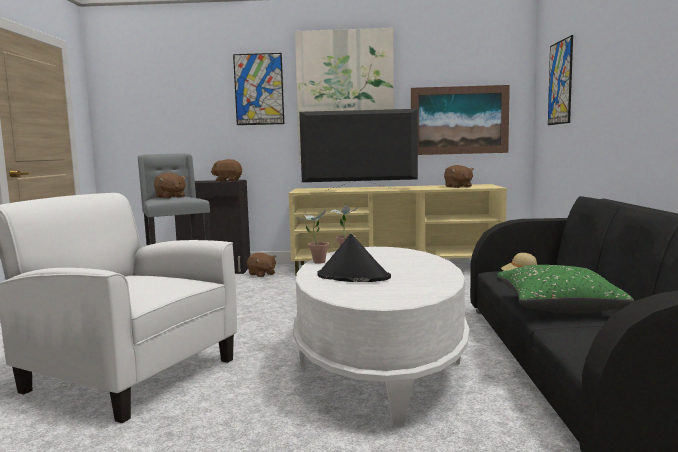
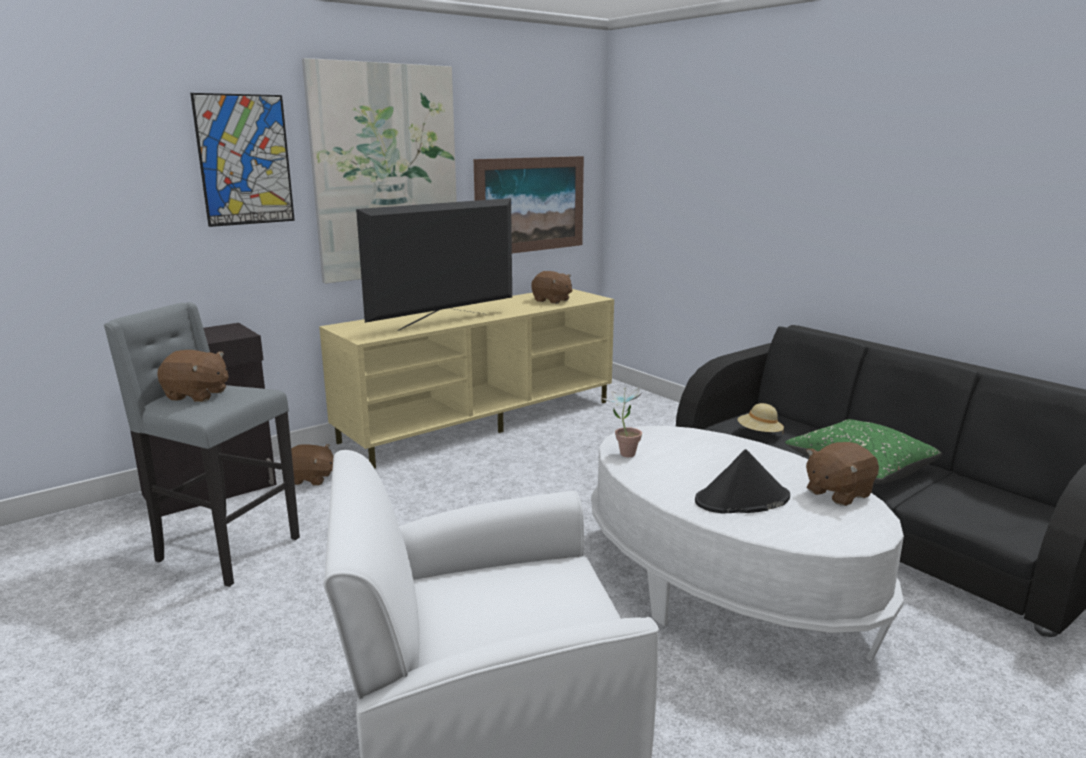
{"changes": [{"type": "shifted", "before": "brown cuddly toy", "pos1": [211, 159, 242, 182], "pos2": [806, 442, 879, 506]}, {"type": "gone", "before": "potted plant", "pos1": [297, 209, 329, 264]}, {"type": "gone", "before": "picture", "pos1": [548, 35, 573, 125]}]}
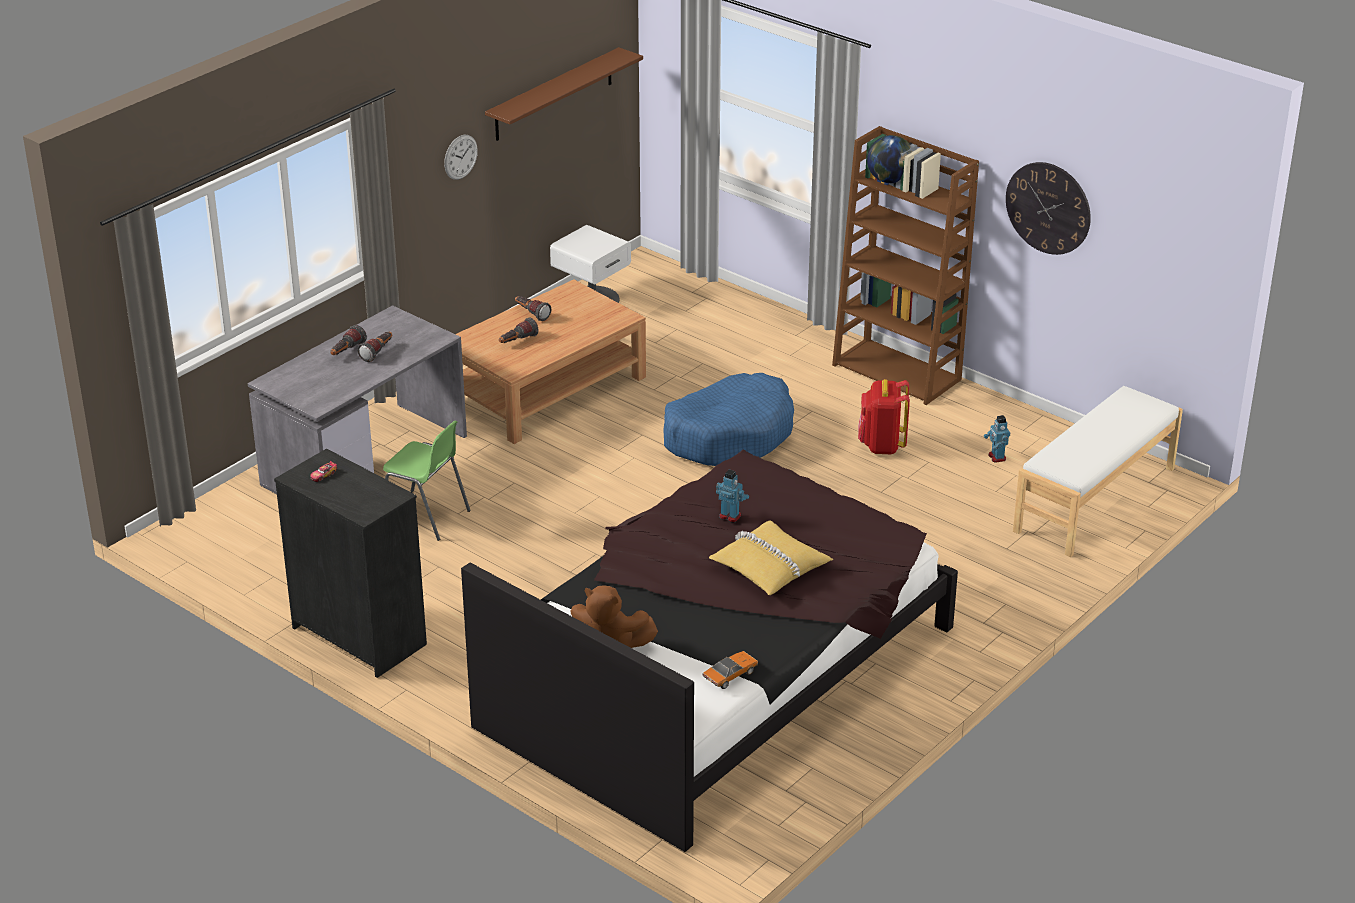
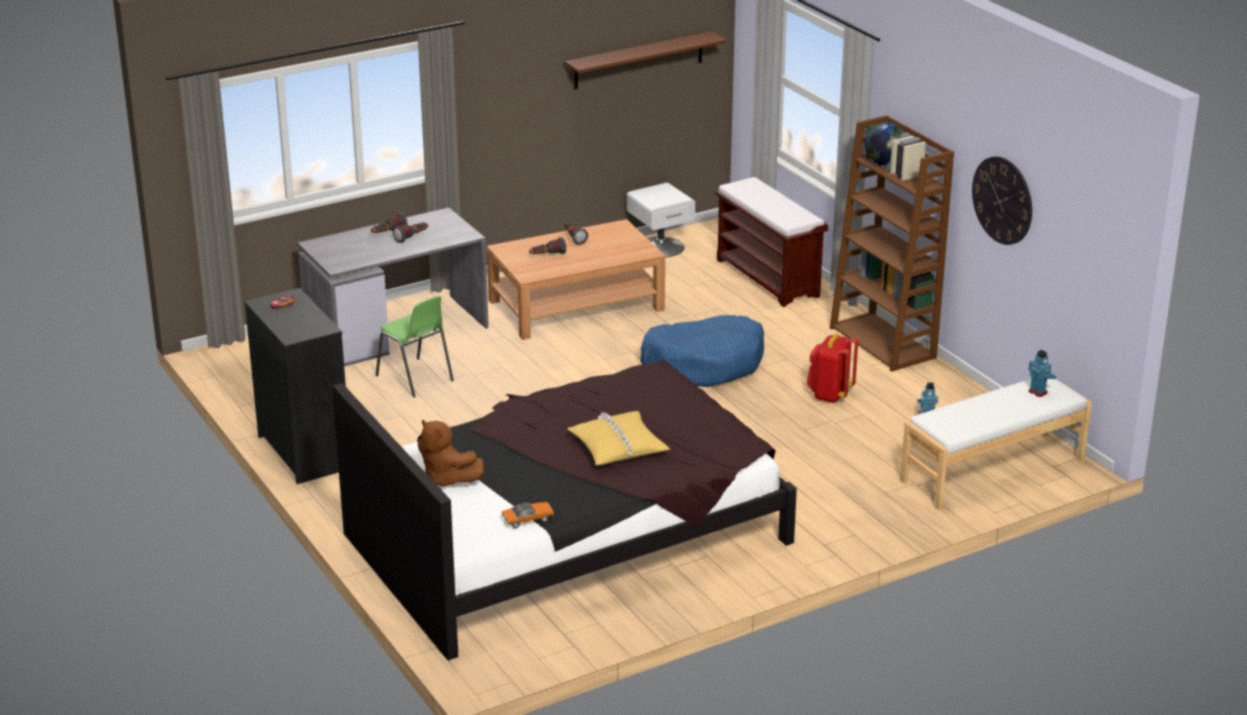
{"changes": [{"type": "gone", "before": "wall clock", "pos1": [444, 135, 478, 180]}, {"type": "shifted", "before": "model robot", "pos1": [716, 469, 749, 522], "pos2": [1028, 350, 1056, 397]}, {"type": "new", "after": "brown indoor bench", "pos2": [715, 177, 828, 307]}]}
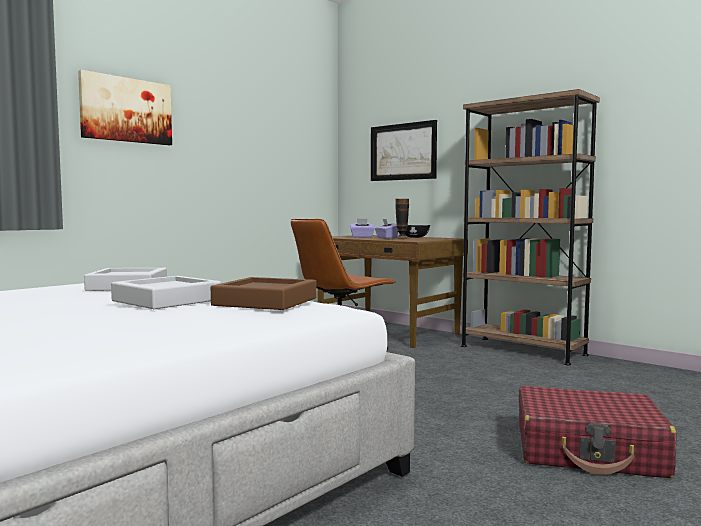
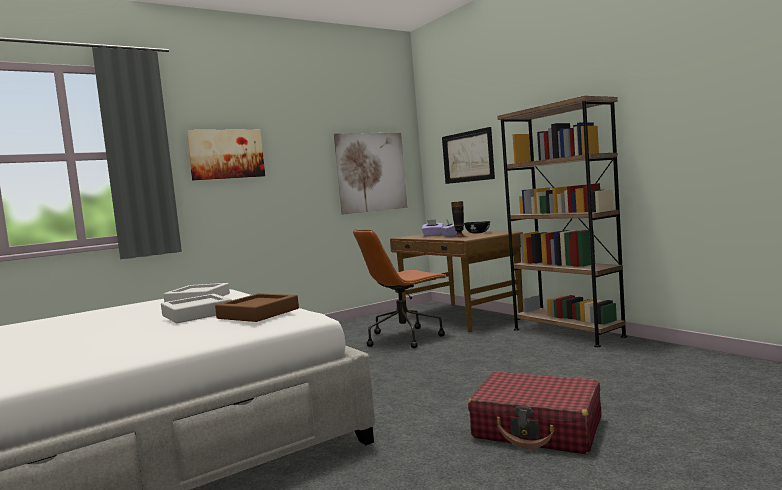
{"changes": [{"type": "new", "after": "picture", "pos2": [334, 133, 407, 215]}]}
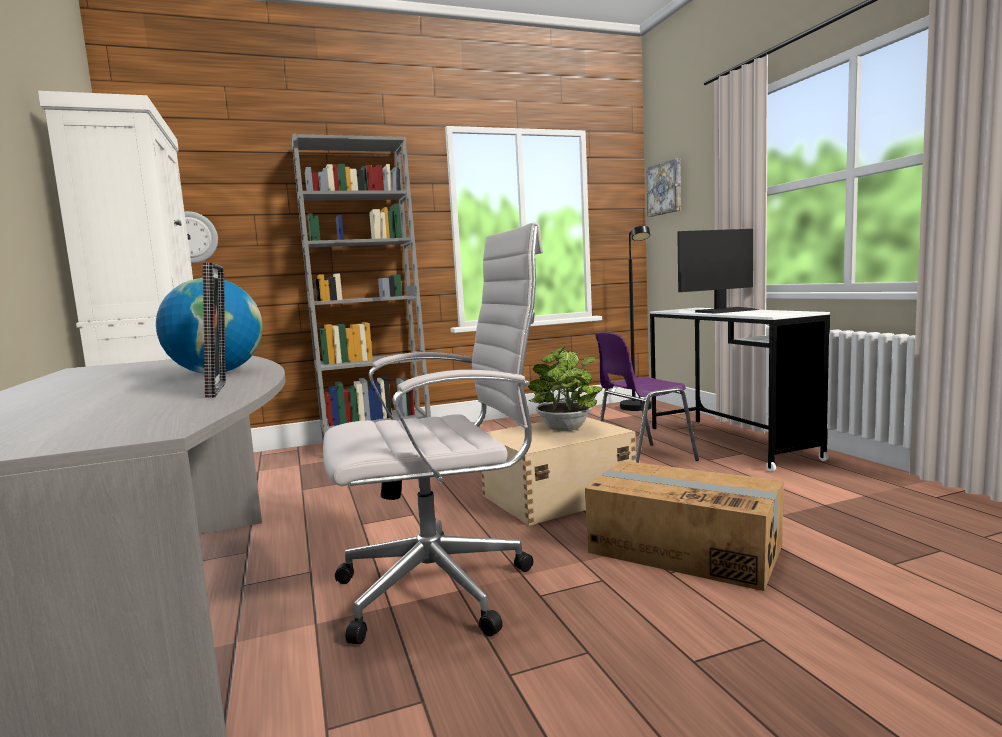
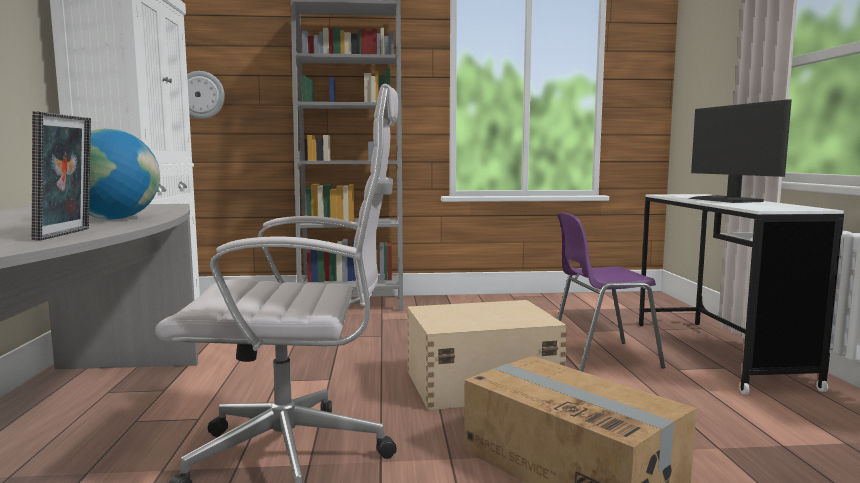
{"changes": [{"type": "gone", "before": "potted plant", "pos1": [528, 346, 603, 431]}, {"type": "gone", "before": "blackish standard lamp", "pos1": [620, 226, 652, 411]}, {"type": "gone", "before": "picture", "pos1": [647, 158, 681, 217]}, {"type": "rotated", "before": "computer display", "pos1": [677, 229, 758, 314], "pos2": [688, 99, 792, 203], "turn": 75}]}
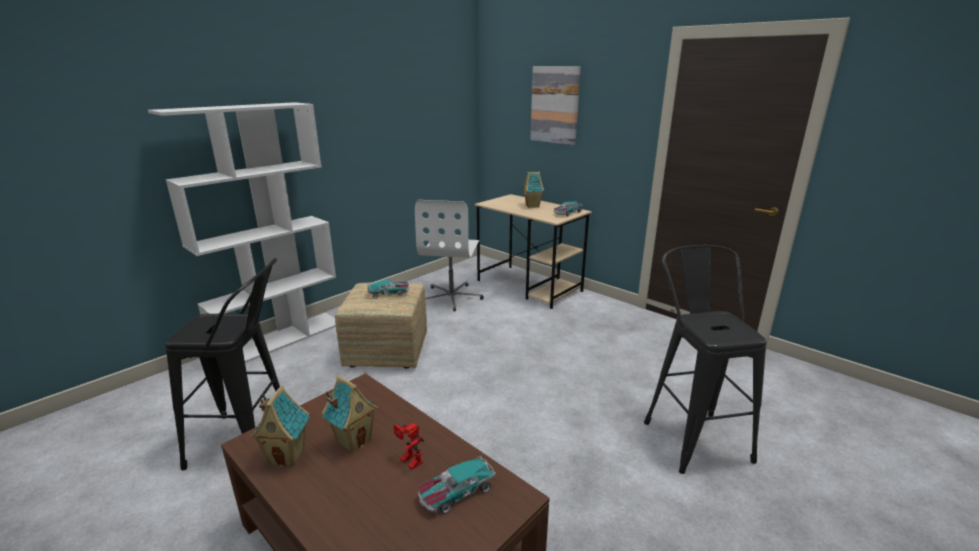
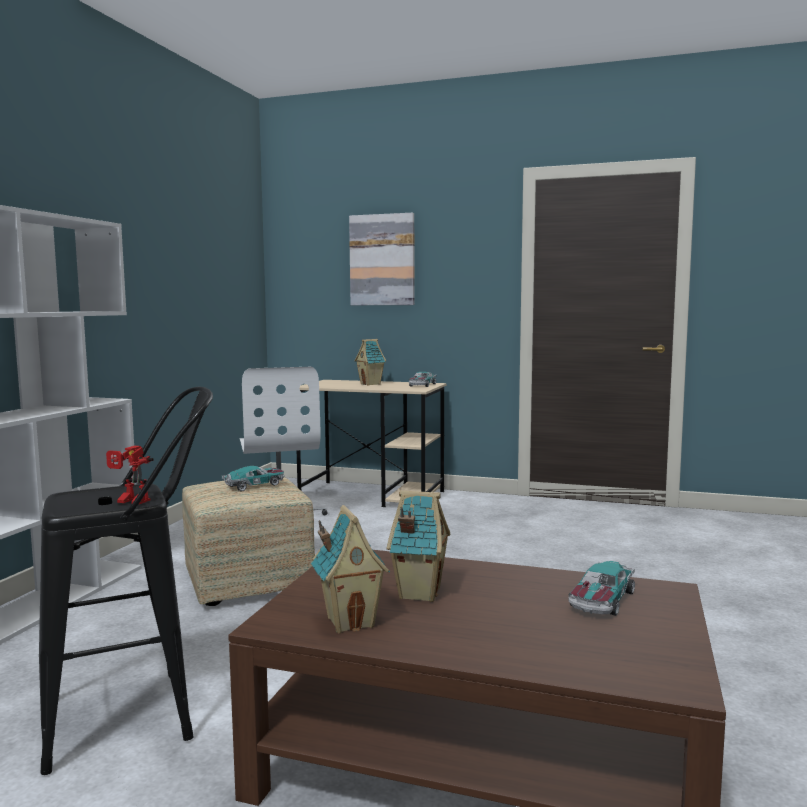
{"changes": [{"type": "shifted", "before": "model robot", "pos1": [394, 423, 424, 470], "pos2": [106, 446, 154, 505]}, {"type": "gone", "before": "blackish sitting stool", "pos1": [644, 245, 767, 474]}]}
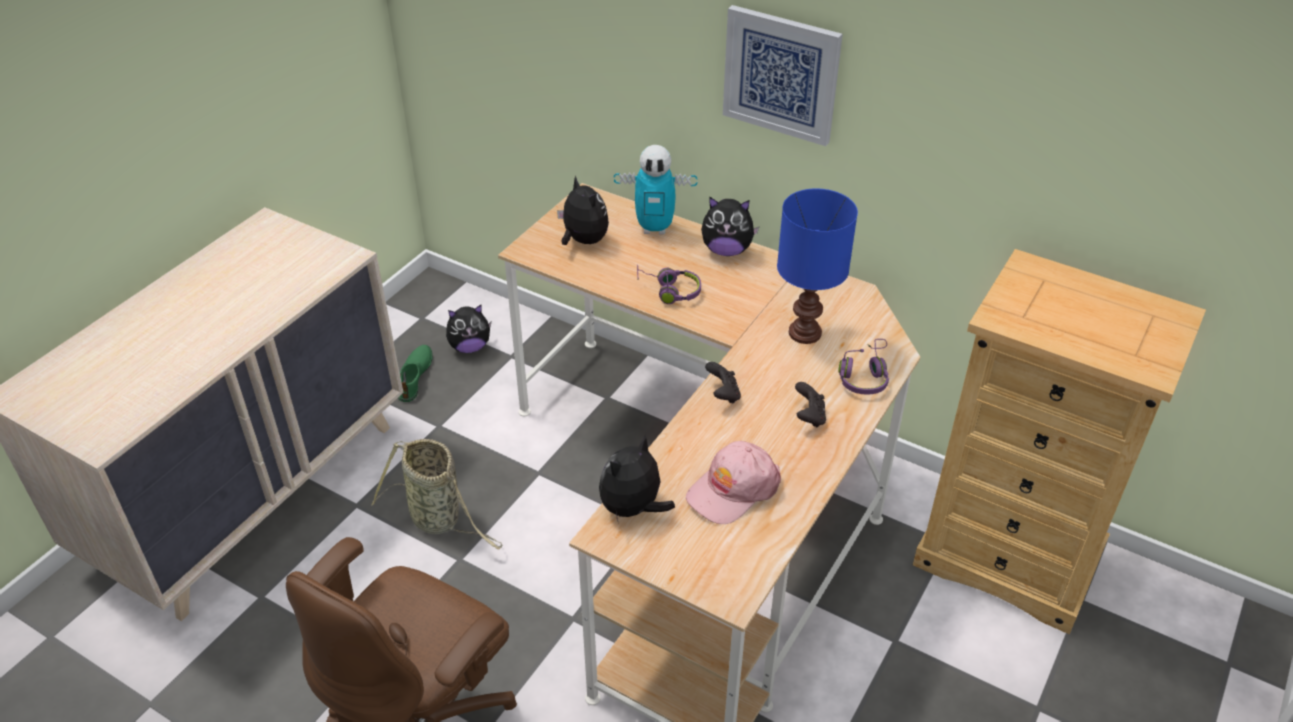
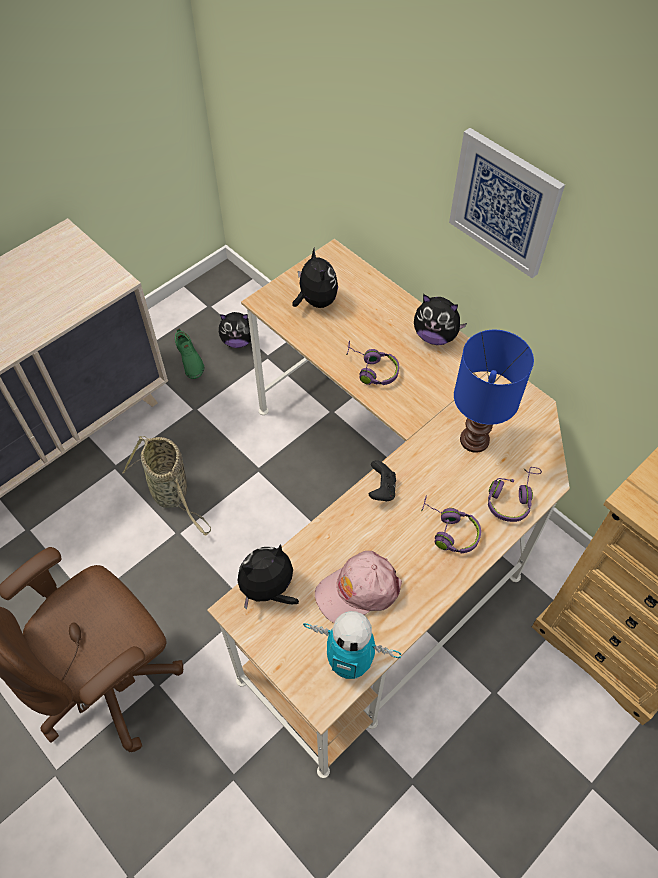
{"changes": [{"type": "rotated", "before": "green-coloured shoe", "pos1": [398, 345, 433, 402], "pos2": [175, 328, 204, 379], "turn": 135}, {"type": "shifted", "before": "model robot", "pos1": [614, 145, 698, 235], "pos2": [303, 611, 401, 679]}, {"type": "swapped", "before": "blackish game controller", "after": "purple headphones", "pos1": [795, 382, 826, 427], "pos2": [421, 495, 481, 554]}]}
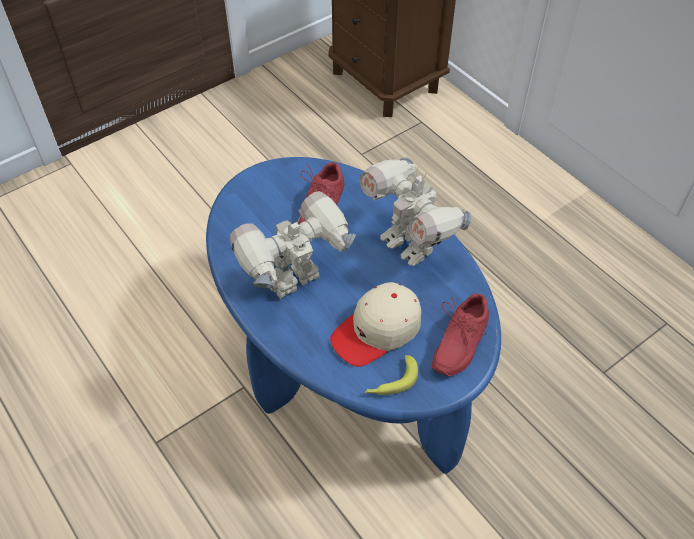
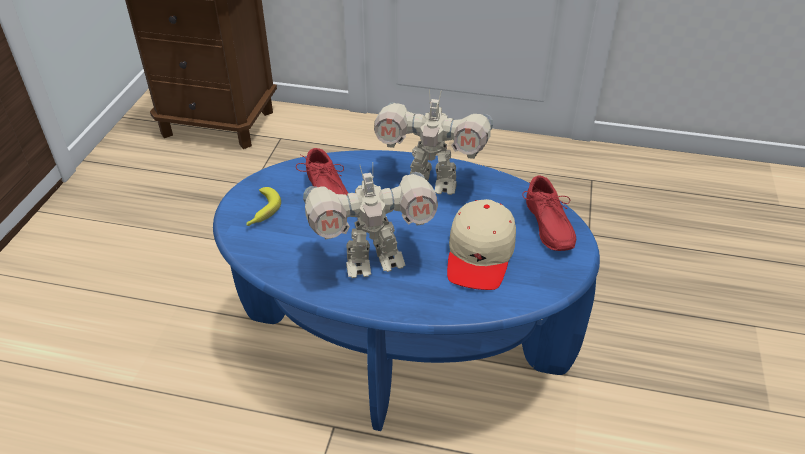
{"changes": [{"type": "rotated", "before": "model robot", "pos1": [230, 191, 356, 299], "pos2": [303, 162, 438, 278], "turn": -120}, {"type": "shifted", "before": "banana fruit", "pos1": [365, 355, 418, 395], "pos2": [246, 187, 281, 226]}]}
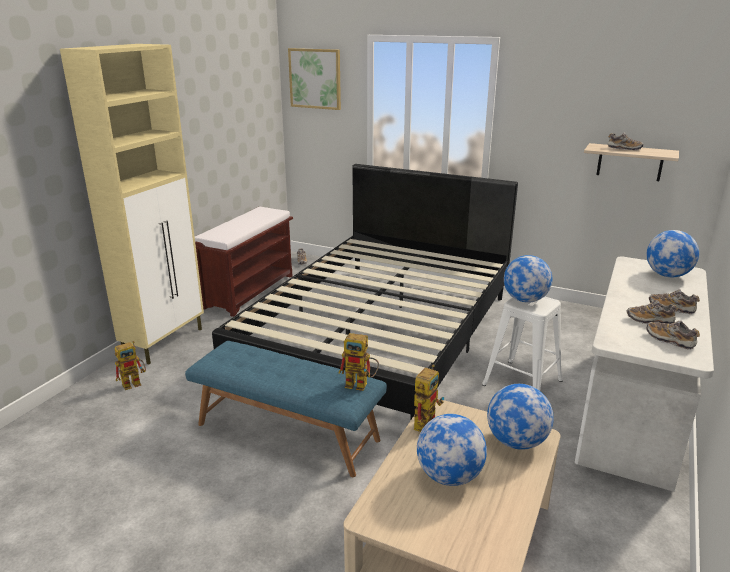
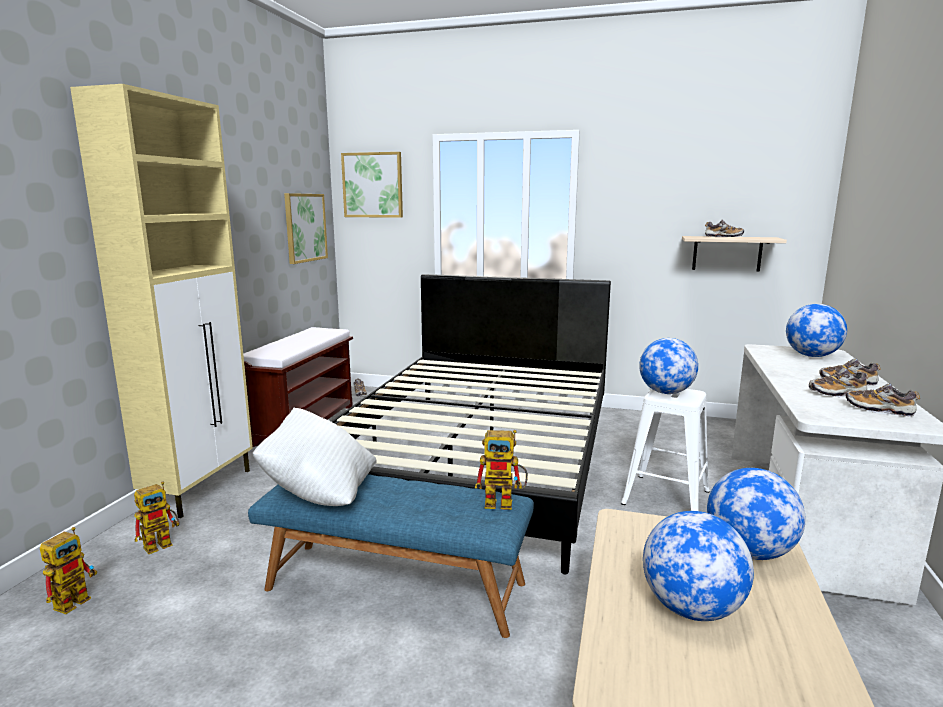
{"changes": [{"type": "shifted", "before": "model robot", "pos1": [414, 365, 444, 432], "pos2": [40, 527, 97, 614]}, {"type": "new", "after": "white pillow", "pos2": [252, 407, 376, 506]}, {"type": "new", "after": "picture", "pos2": [284, 193, 328, 264]}]}
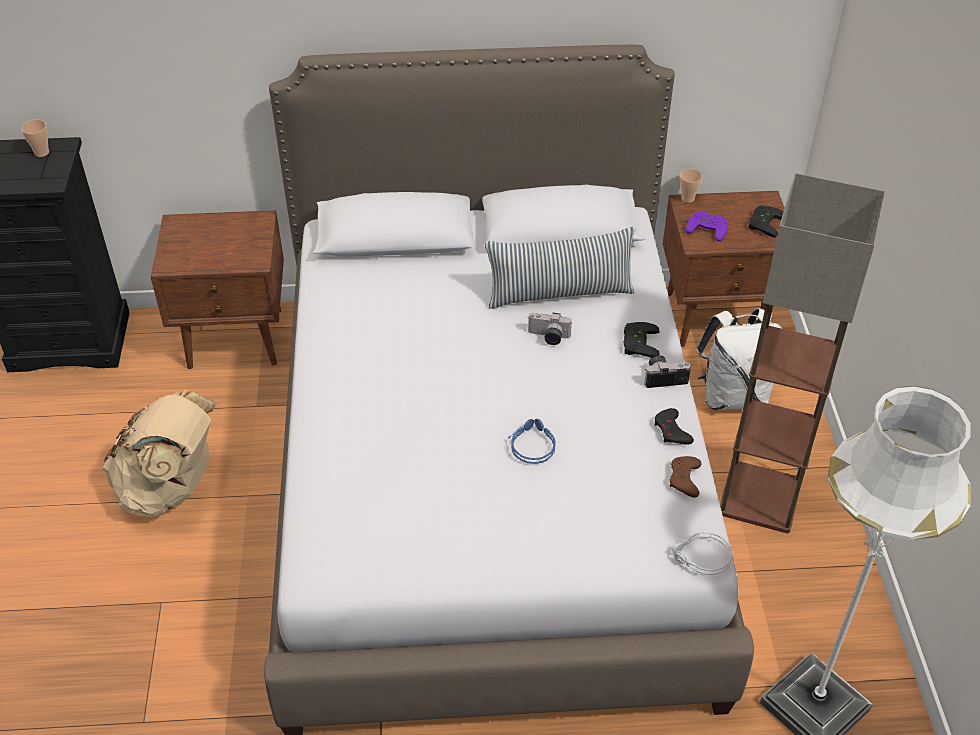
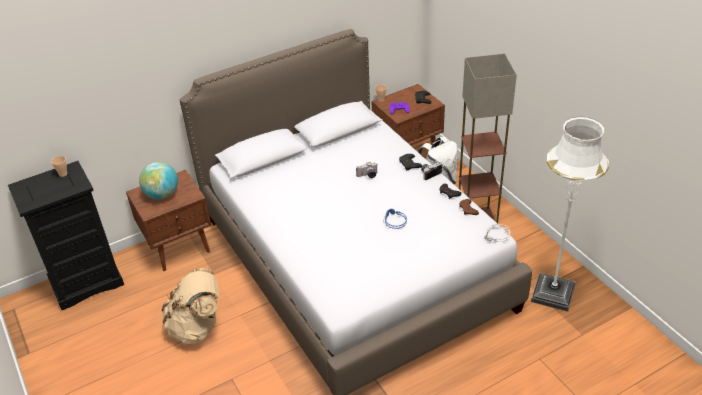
{"changes": [{"type": "gone", "before": "pillow", "pos1": [485, 227, 635, 309]}, {"type": "new", "after": "world globe", "pos2": [139, 162, 178, 199]}]}
